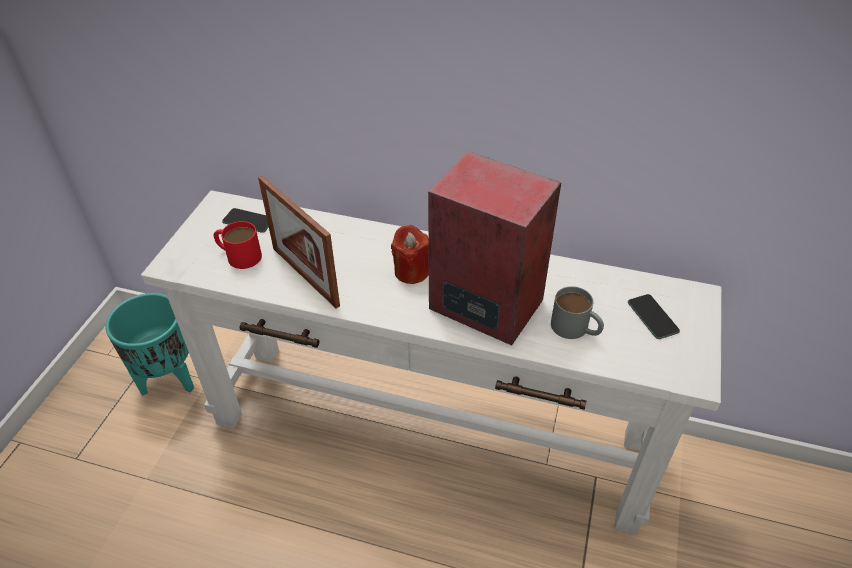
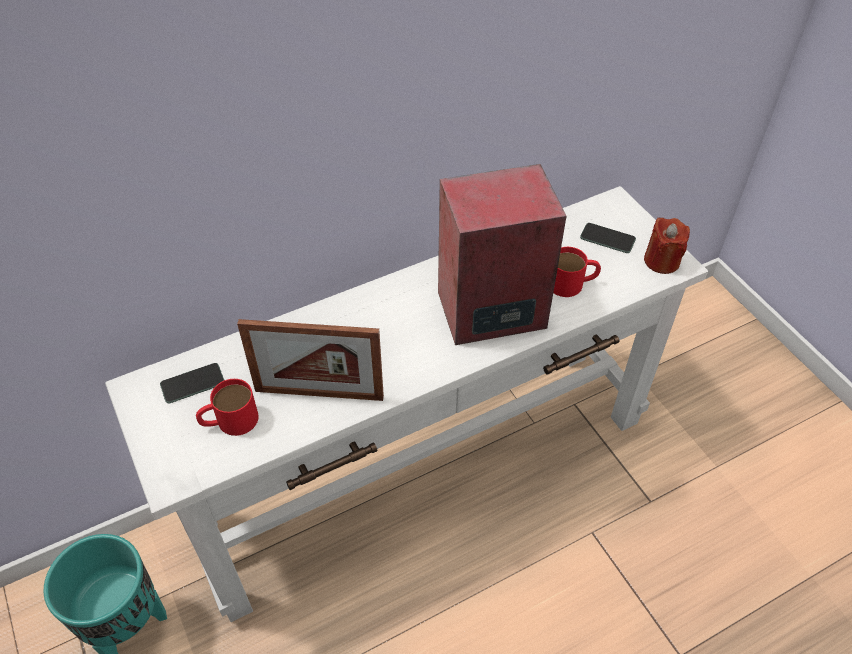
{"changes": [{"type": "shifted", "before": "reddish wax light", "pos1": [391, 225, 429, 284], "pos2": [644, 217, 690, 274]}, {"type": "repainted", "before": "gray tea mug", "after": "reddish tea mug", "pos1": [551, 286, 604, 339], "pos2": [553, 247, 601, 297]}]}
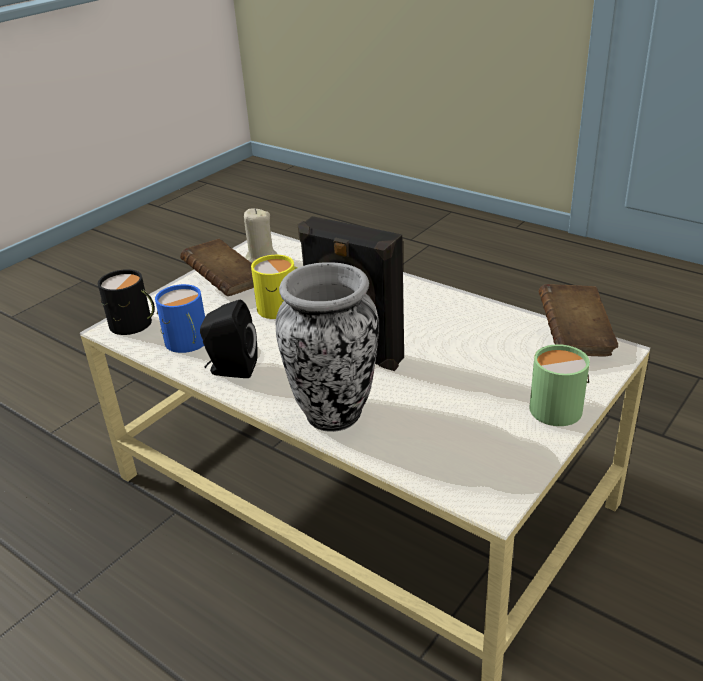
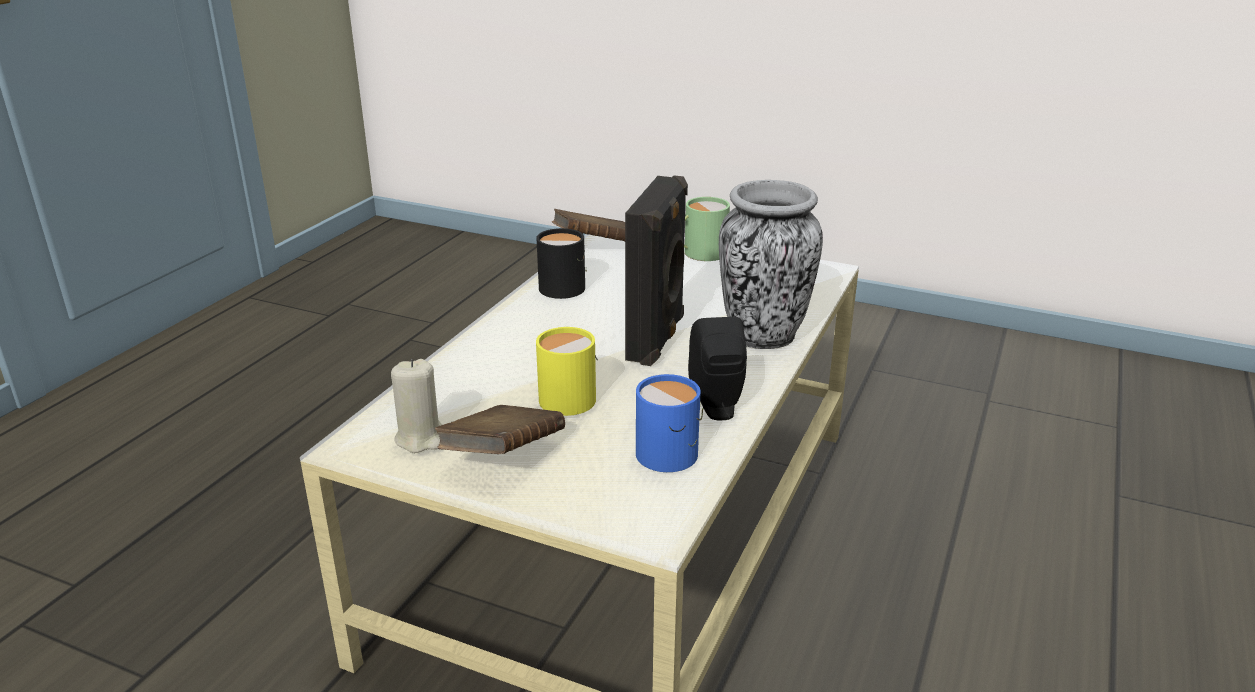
{"changes": [{"type": "shifted", "before": "blackish tea mug", "pos1": [98, 269, 155, 335], "pos2": [536, 228, 587, 299]}]}
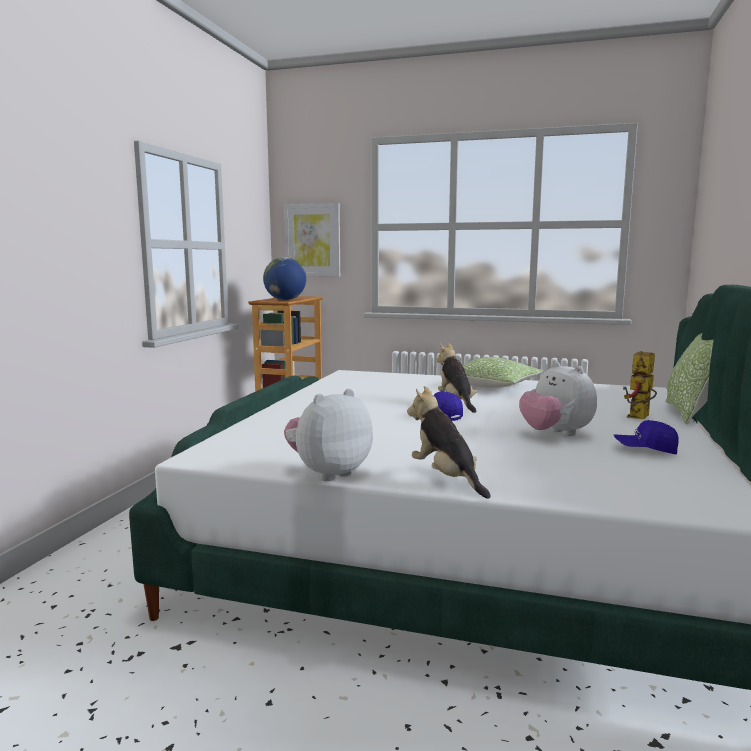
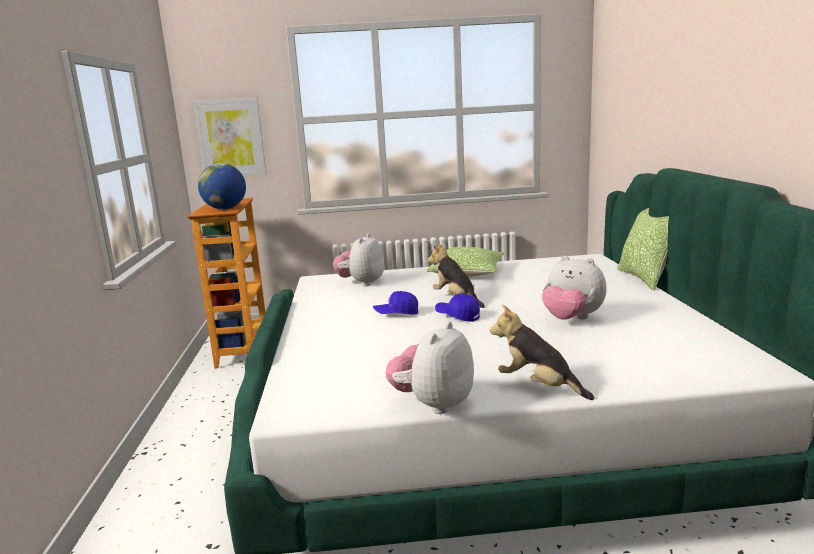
{"changes": [{"type": "shifted", "before": "blue-coloured baseball cap", "pos1": [614, 420, 679, 454], "pos2": [373, 291, 418, 314]}, {"type": "gone", "before": "model robot", "pos1": [623, 351, 657, 419]}, {"type": "new", "after": "cuddly toy", "pos2": [333, 233, 384, 286]}]}
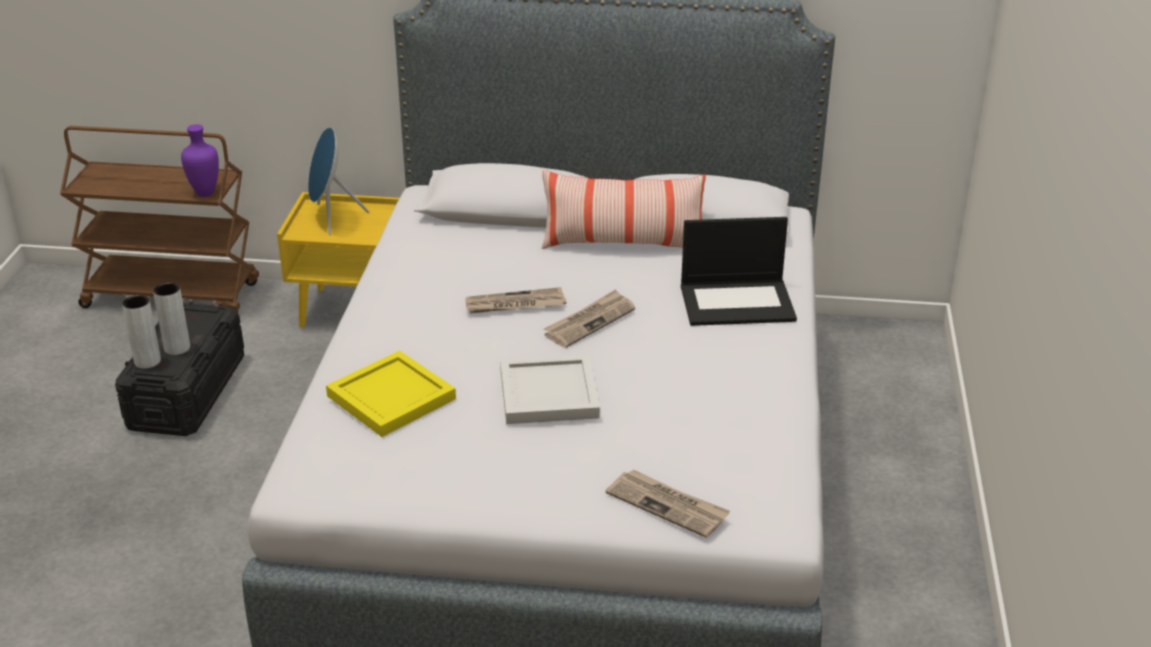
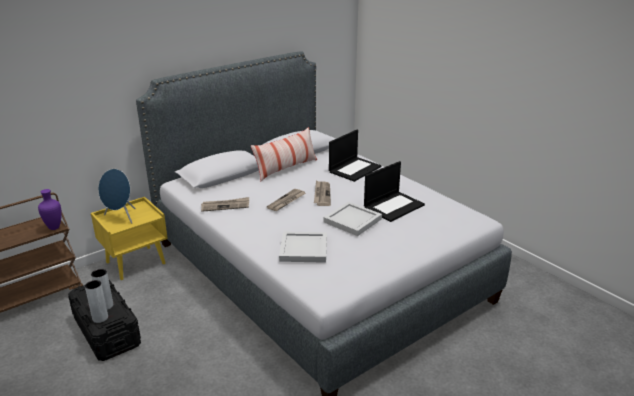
{"changes": [{"type": "repainted", "before": "yellow carrying tray", "after": "white carrying tray", "pos1": [326, 350, 456, 437], "pos2": [279, 232, 327, 263]}, {"type": "shifted", "before": "printed paper", "pos1": [606, 469, 730, 538], "pos2": [201, 197, 249, 212]}, {"type": "new", "after": "portable computer", "pos2": [364, 161, 425, 222]}]}
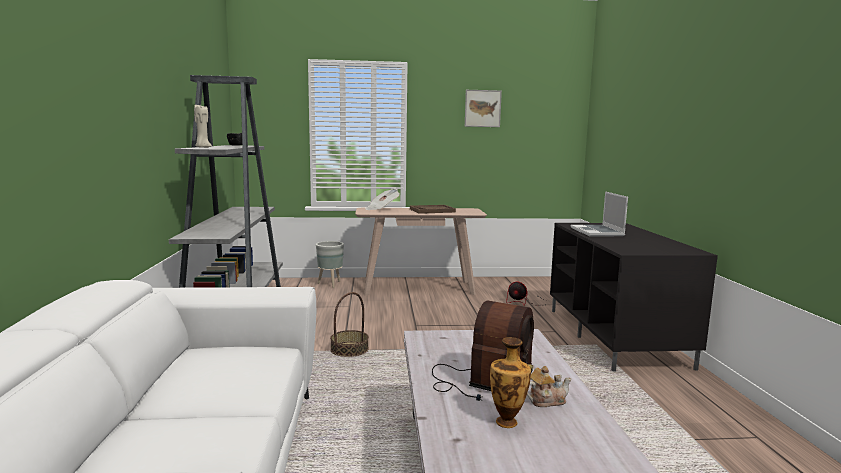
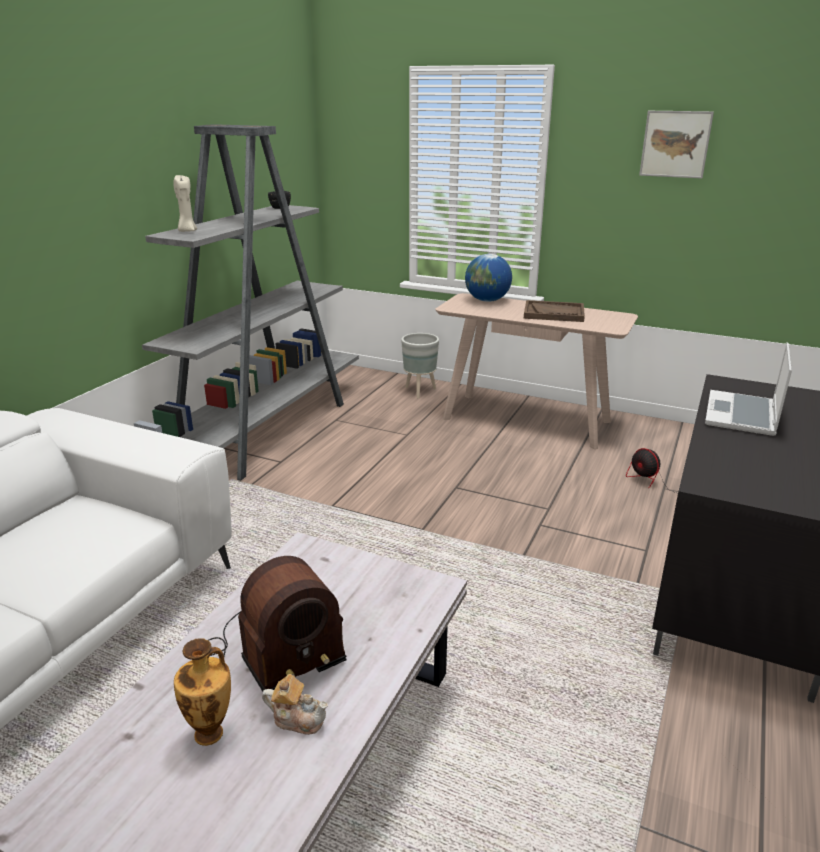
{"changes": [{"type": "gone", "before": "household basket", "pos1": [330, 292, 369, 357]}, {"type": "swapped", "before": "printed paper", "after": "world globe", "pos1": [365, 189, 400, 210], "pos2": [465, 254, 512, 302]}]}
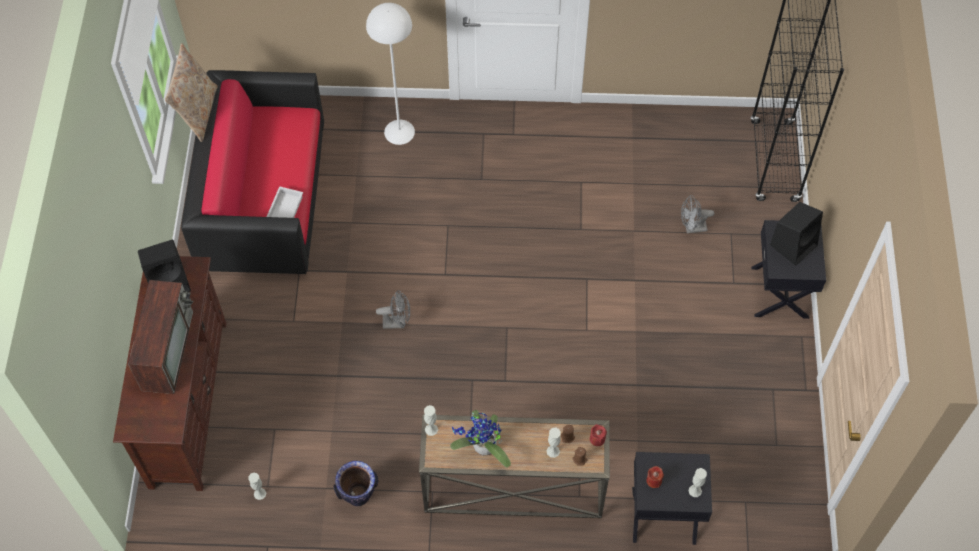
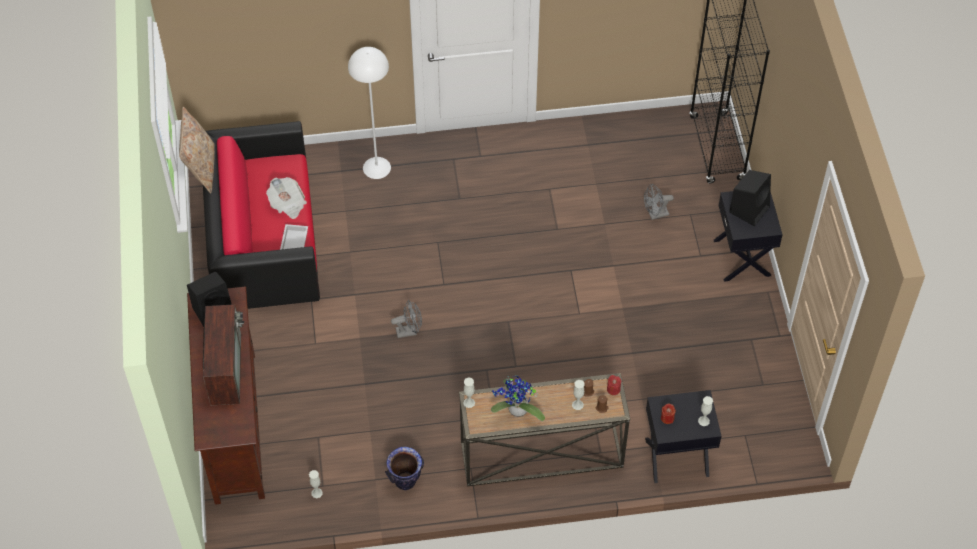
{"changes": [{"type": "new", "after": "printed paper", "pos2": [266, 177, 307, 219]}]}
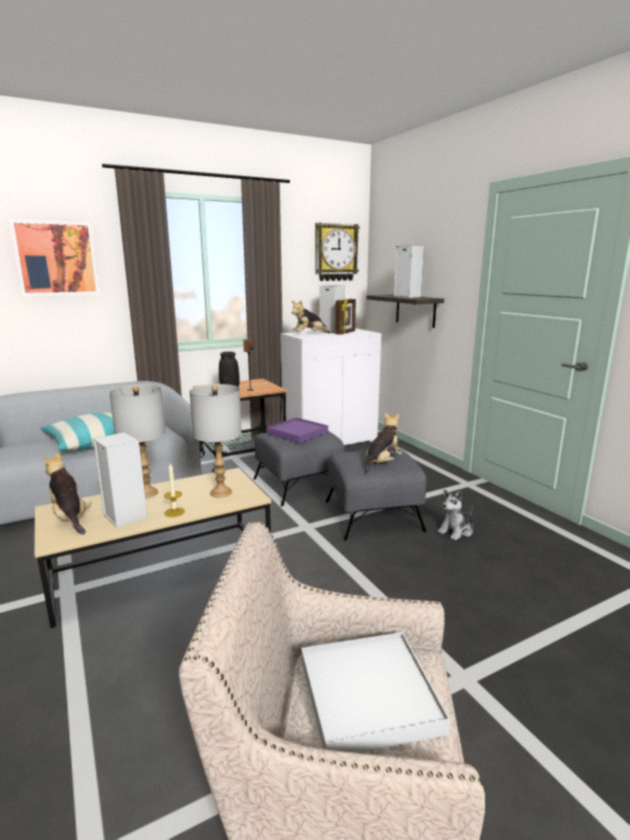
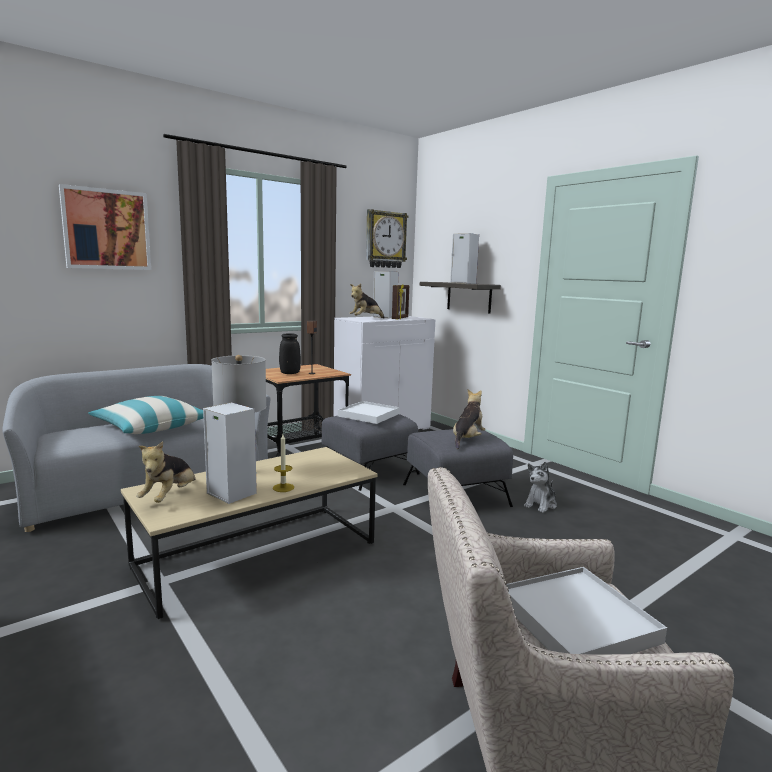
{"changes": [{"type": "rotated", "before": "cuddly toy", "pos1": [43, 452, 91, 535], "pos2": [136, 441, 195, 503], "turn": -120}, {"type": "gone", "before": "gray lamp for a table", "pos1": [190, 384, 242, 498]}, {"type": "repainted", "before": "purple carrying tray", "after": "white carrying tray", "pos1": [267, 418, 328, 443], "pos2": [338, 401, 400, 424]}]}
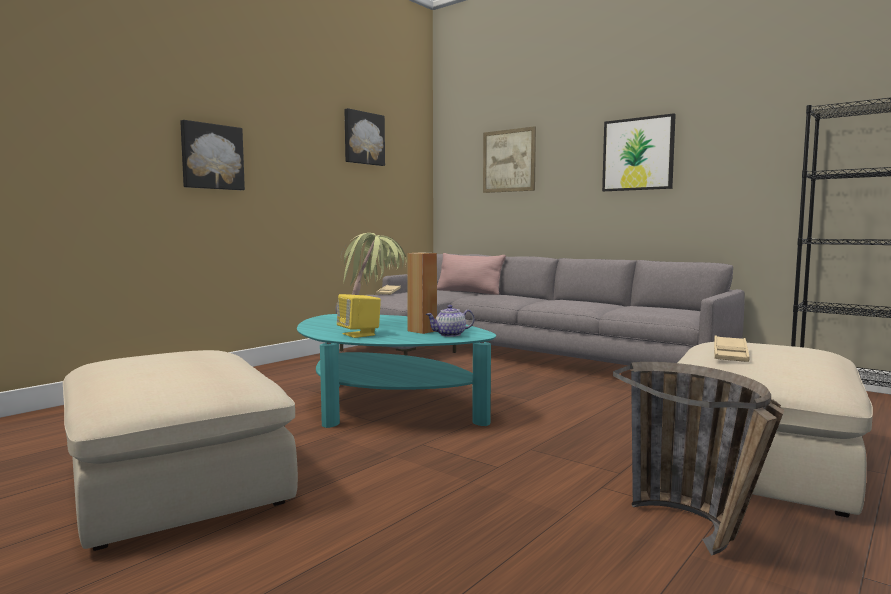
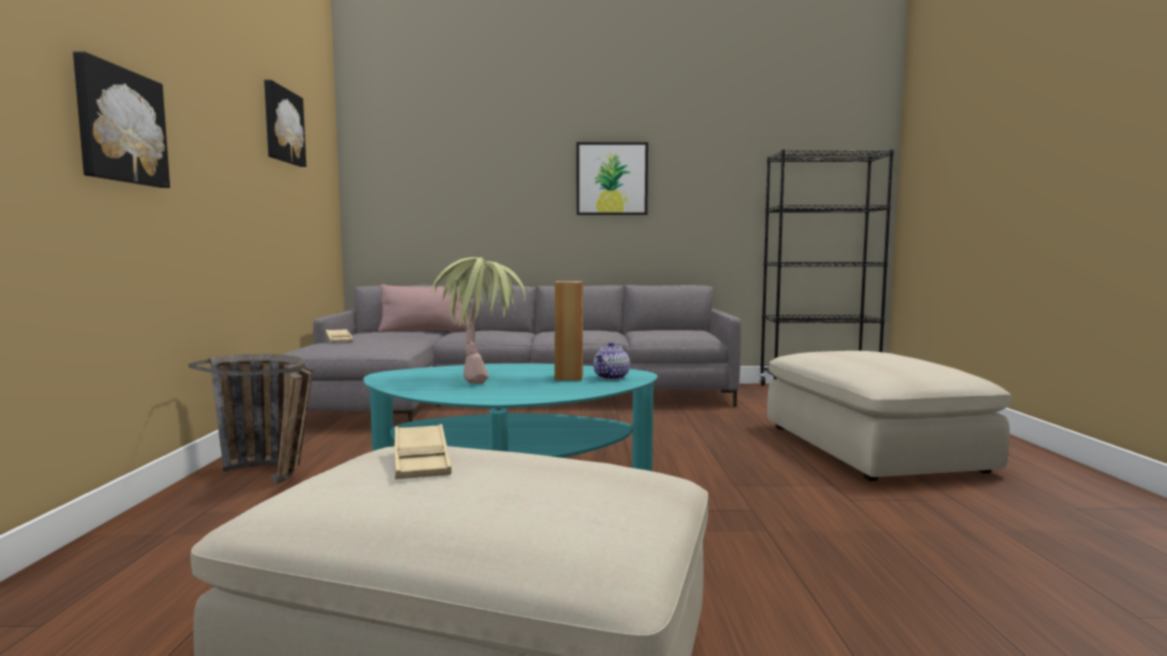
{"changes": [{"type": "gone", "before": "yellow audio speaker", "pos1": [337, 294, 381, 338]}, {"type": "gone", "before": "picture", "pos1": [483, 126, 536, 193]}, {"type": "shifted", "before": "household basket", "pos1": [613, 362, 784, 556], "pos2": [189, 354, 313, 484]}, {"type": "shifted", "before": "beige-coloured carrying tray", "pos1": [714, 336, 749, 362], "pos2": [394, 424, 452, 479]}]}
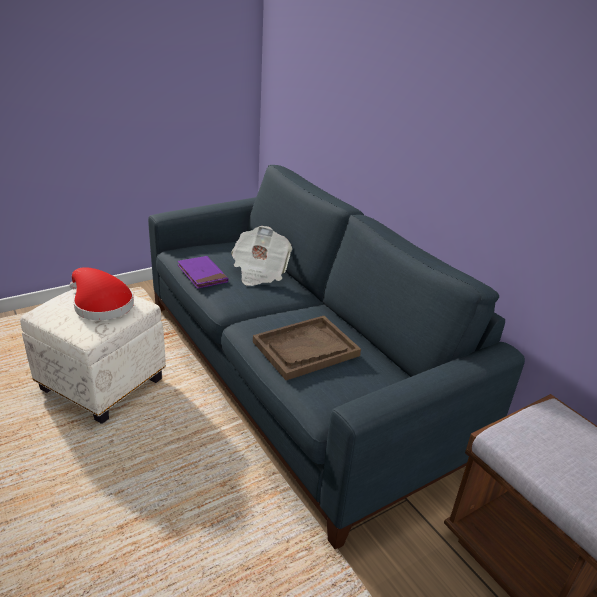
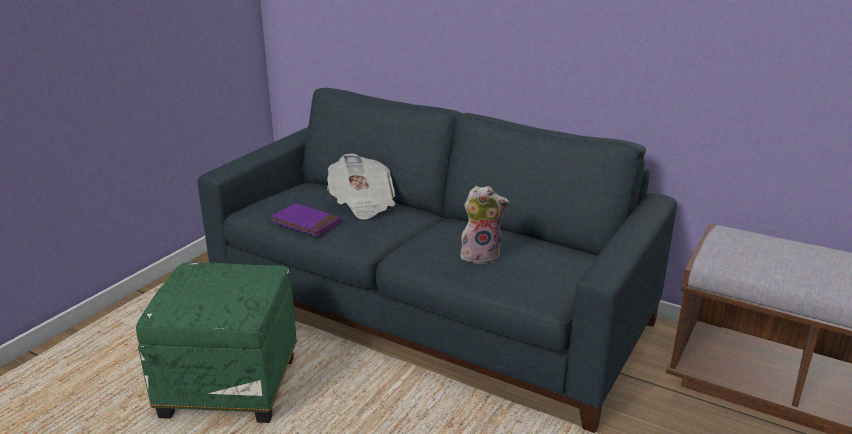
{"changes": [{"type": "repainted", "before": "white footrest", "after": "green-coloured footrest", "pos1": [20, 289, 166, 424], "pos2": [136, 262, 297, 423]}, {"type": "gone", "before": "reddish hat", "pos1": [69, 267, 134, 320]}, {"type": "swapped", "before": "brown carrying tray", "after": "cuddly toy", "pos1": [253, 316, 361, 380], "pos2": [460, 186, 510, 264]}]}
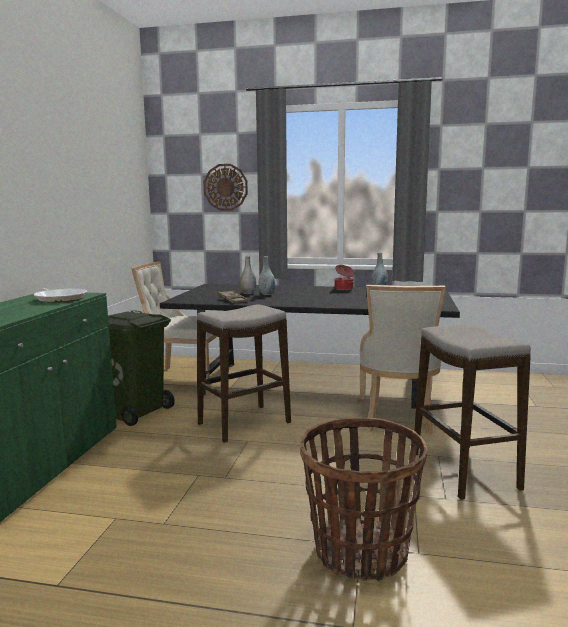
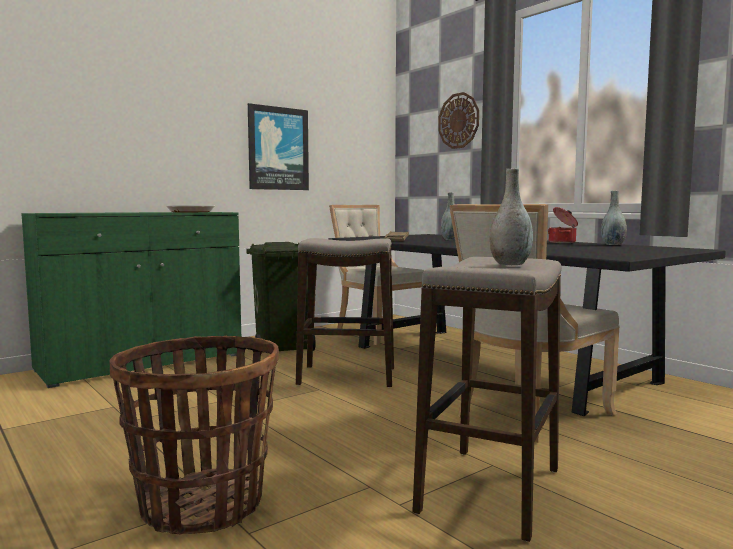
{"changes": [{"type": "shifted", "before": "gray flower vase", "pos1": [240, 256, 256, 294], "pos2": [490, 168, 533, 265]}, {"type": "new", "after": "picture", "pos2": [248, 103, 309, 190]}]}
